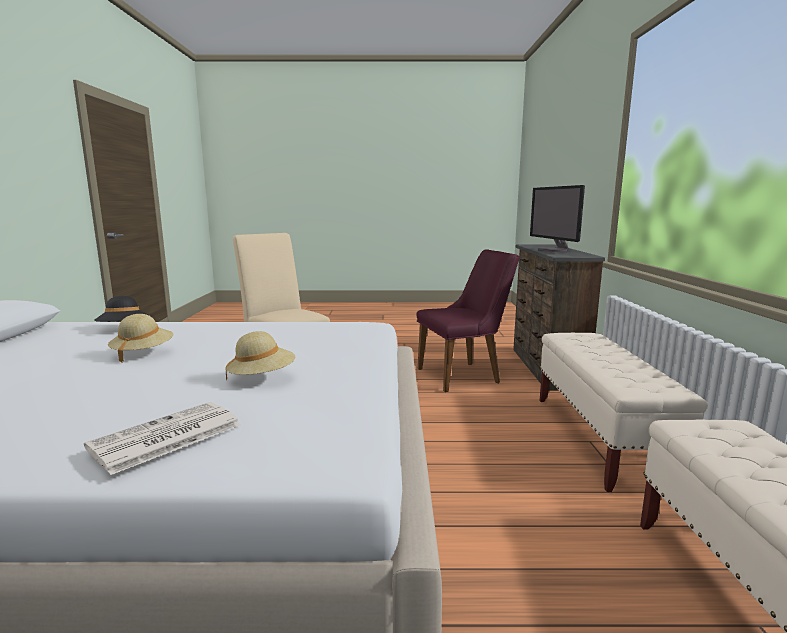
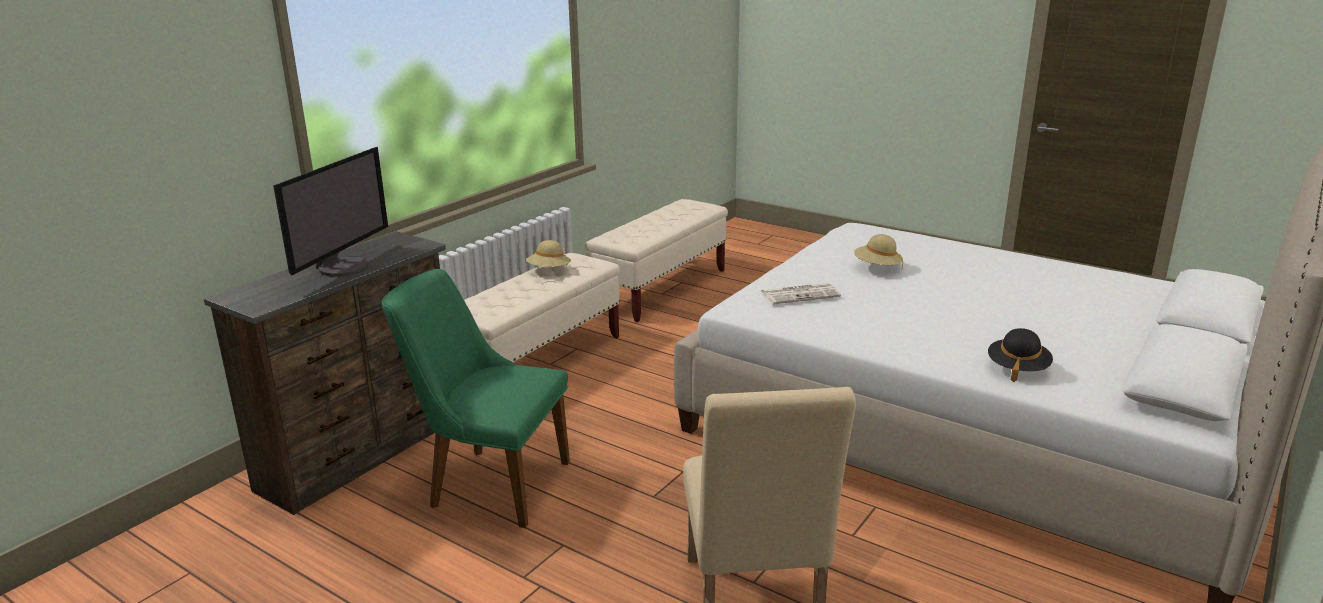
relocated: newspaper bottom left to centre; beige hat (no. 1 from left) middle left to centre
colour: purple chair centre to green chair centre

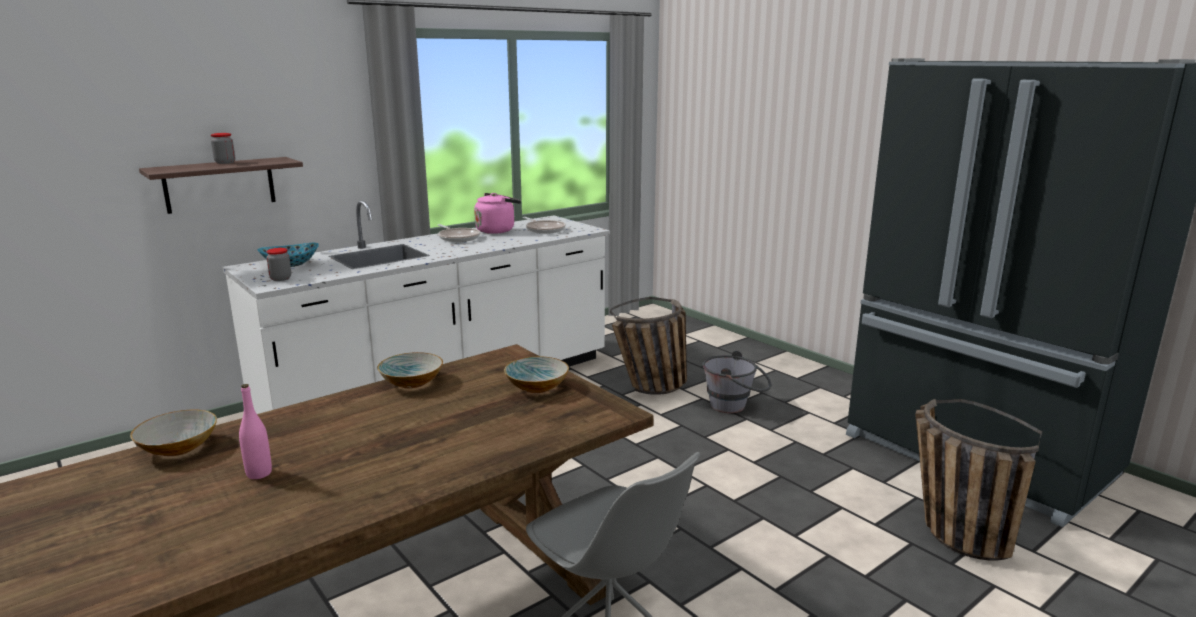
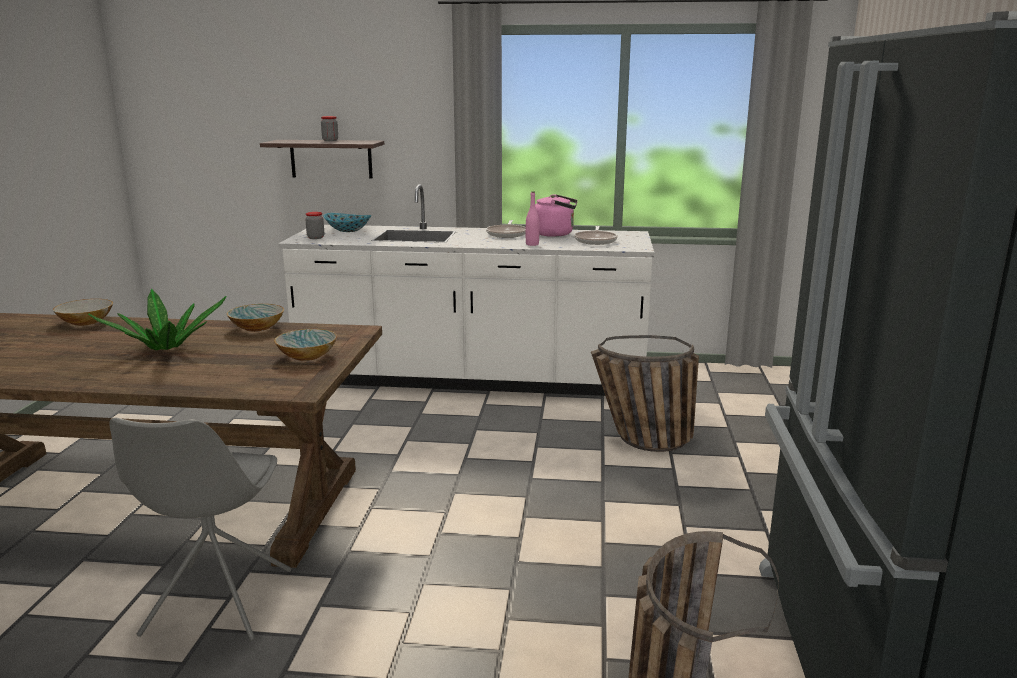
missing: grey bucket centre
appeared: potted plant middle left
relocated: pink bottle bottom left to top centre

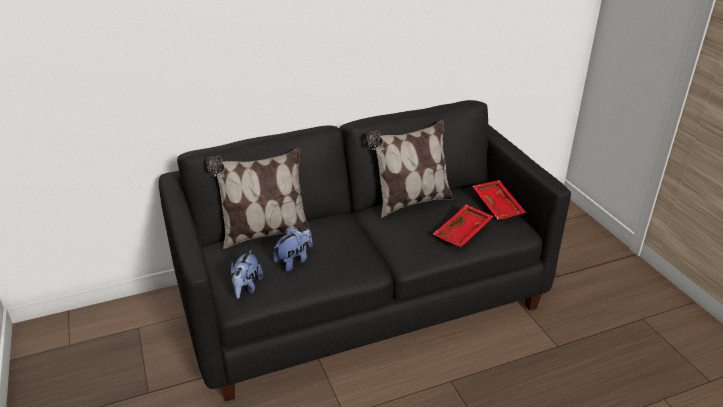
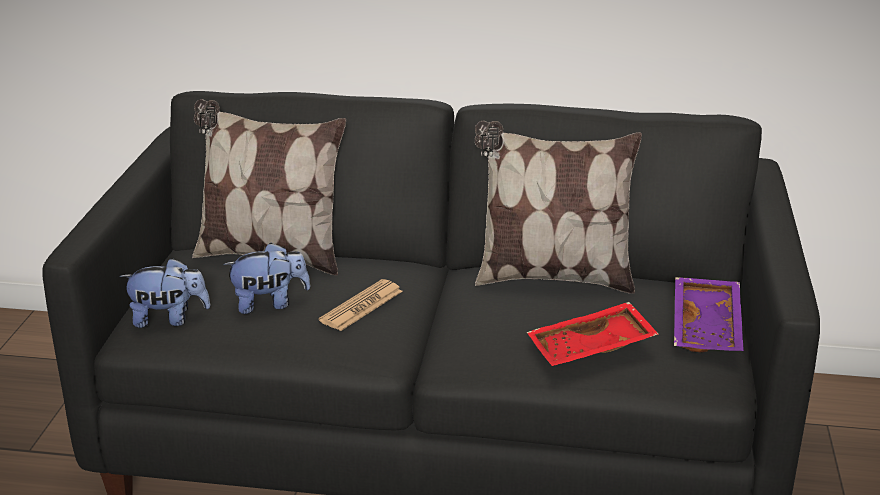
appeared: newspaper centre
colour: red tray (no. 2 from left) middle right to purple tray middle right
spun: plush toy (no. 1 from left) bottom centre = middle left 135 degrees counterclockwise

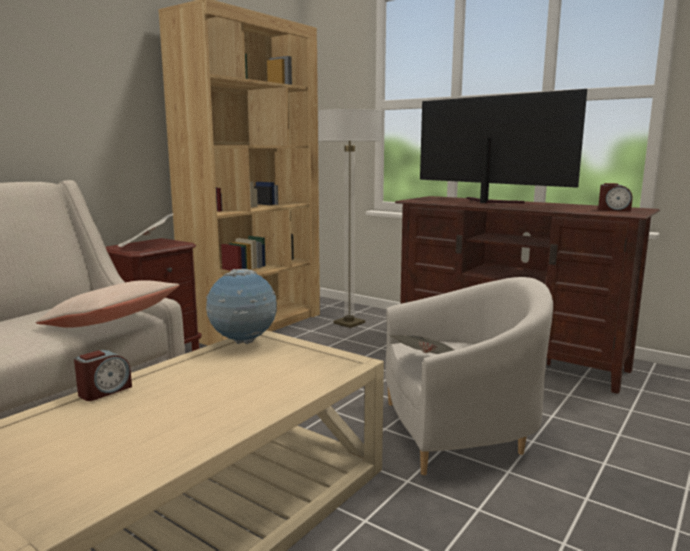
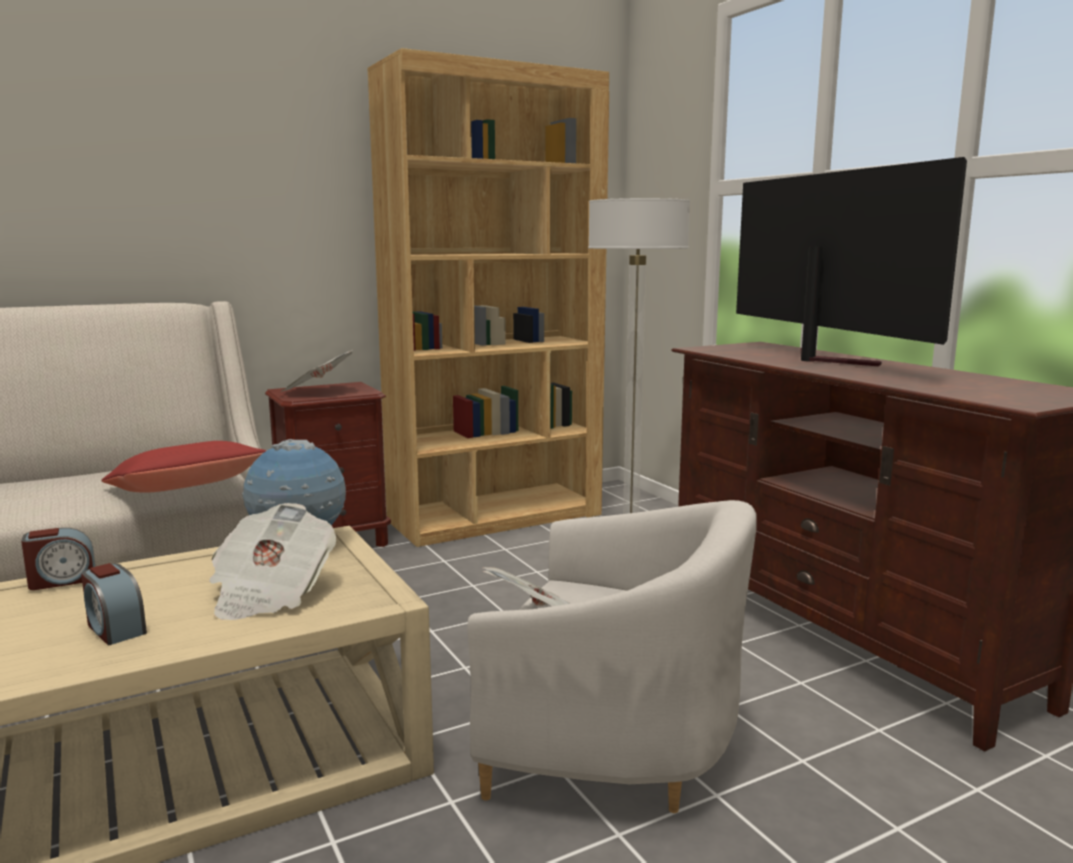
appeared: newspaper (no. 1 from left) middle left
relocated: alarm clock (no. 2 from left) middle right to bottom left
colour: beige pillow middle left to red pillow middle left

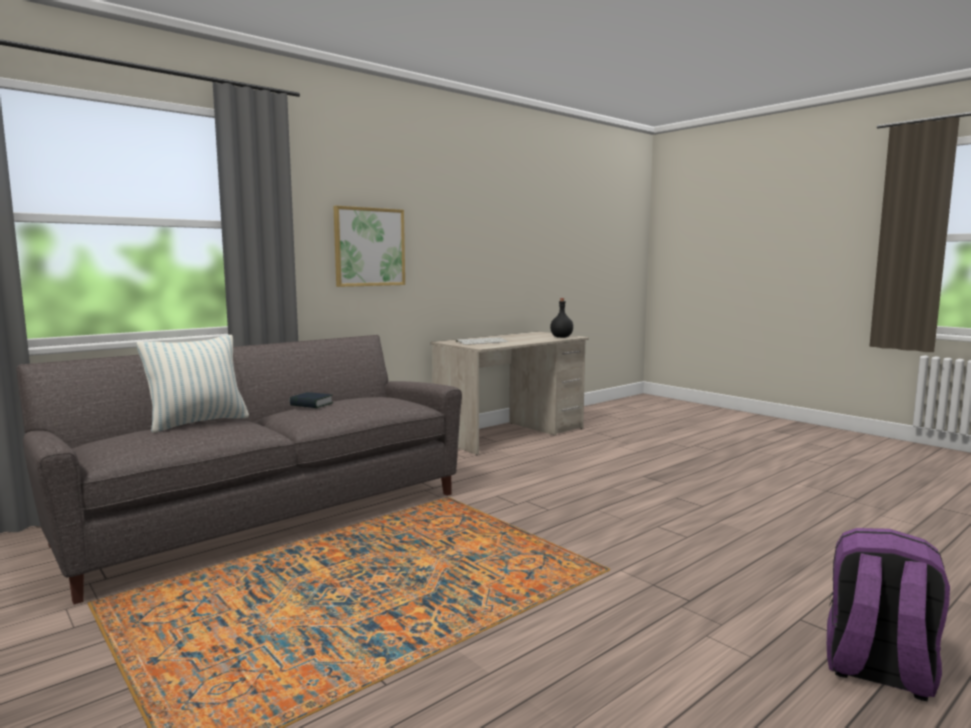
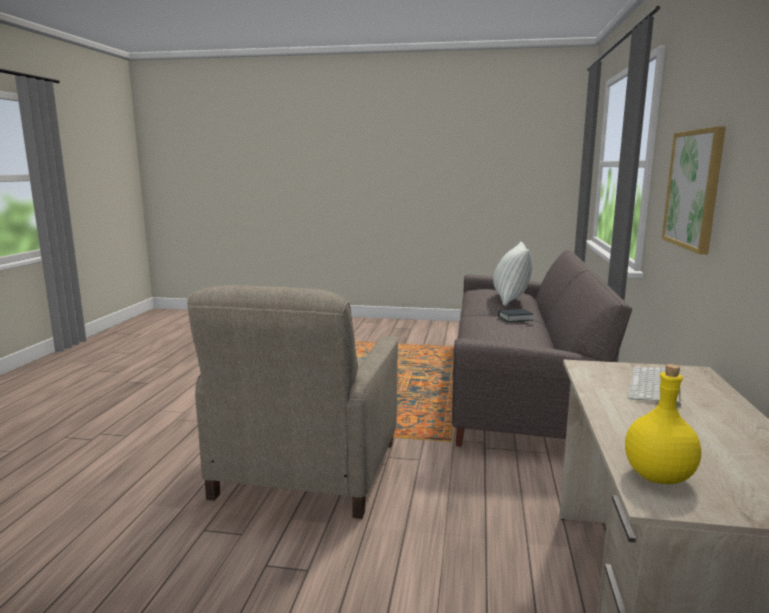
missing: purple backpack bottom right
appeared: beige armchair centre
colour: black bottle centre to yellow bottle bottom right

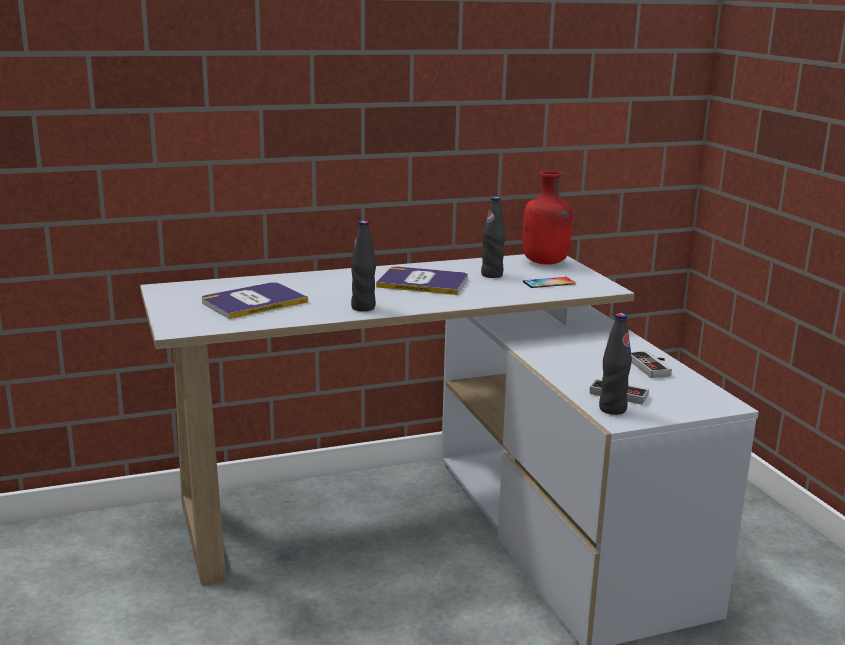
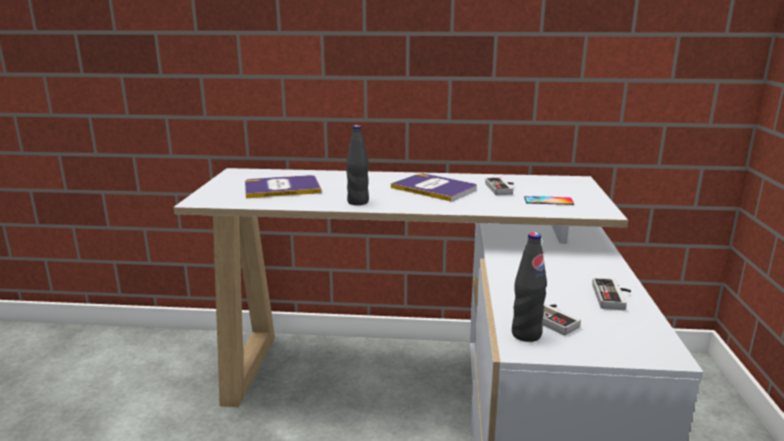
missing: red bottle centre
exchanged: black bottle (no. 2 from left) centre to game controller (no. 1 from left) centre

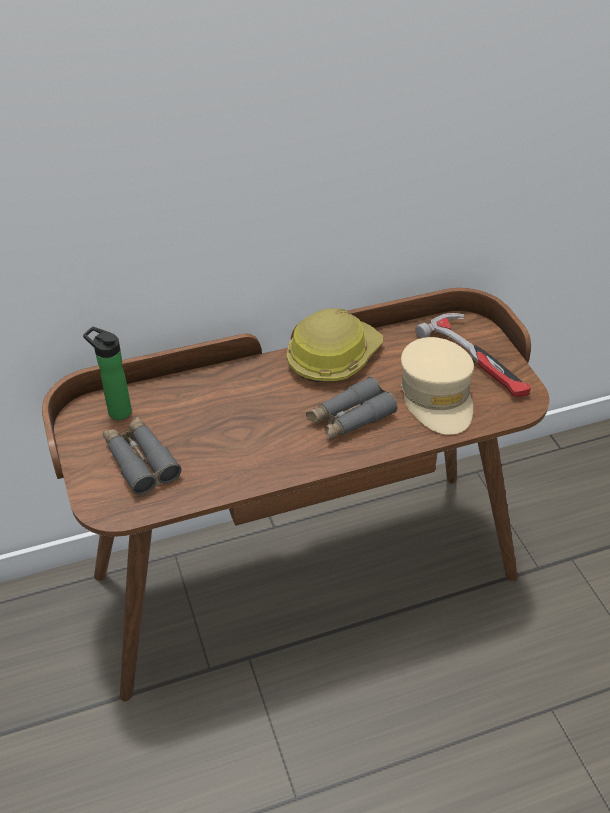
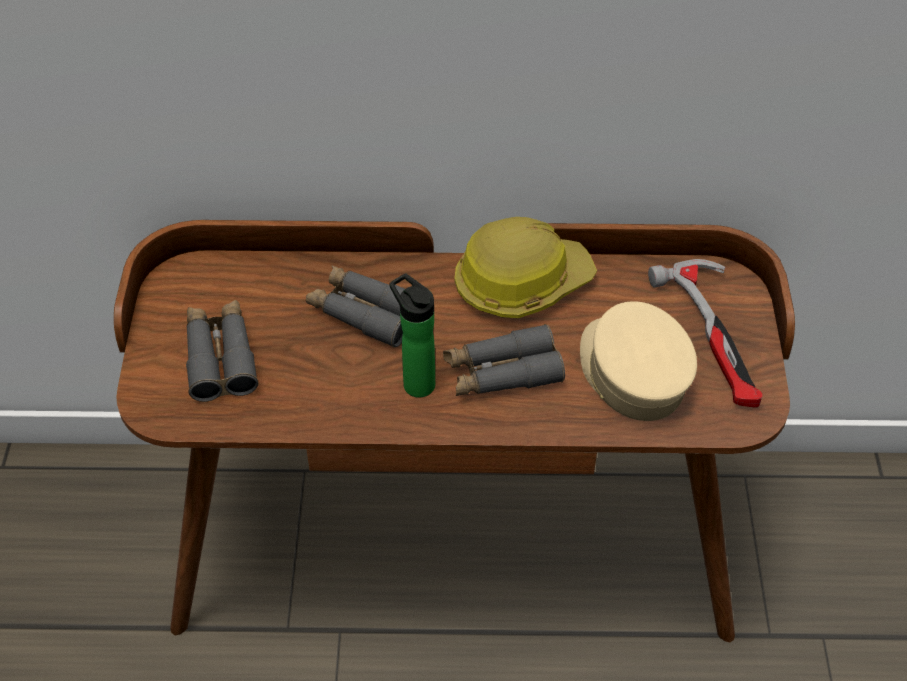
appeared: grey binoculars (no. 2 from left) centre
relocated: bottle middle left to centre
spun: beige cap middle right = middle right 150 degrees clockwise

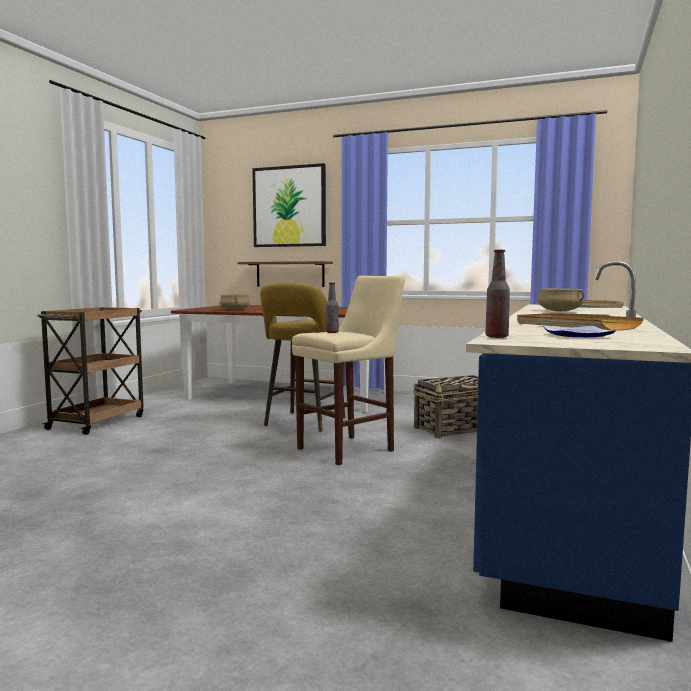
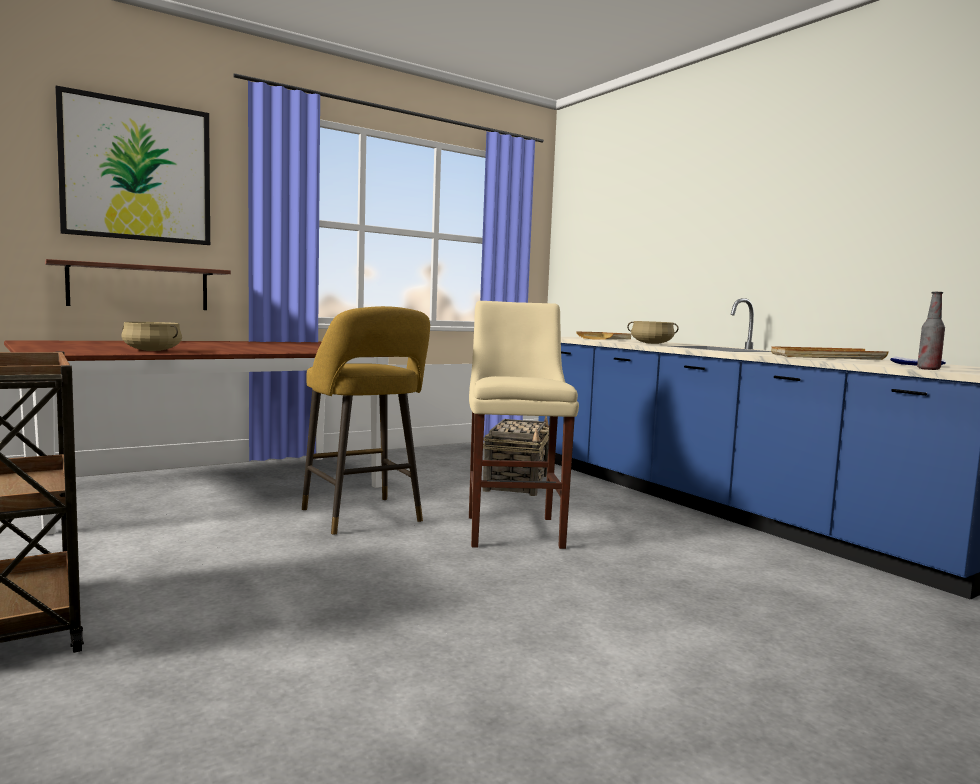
missing: bottle (no. 1 from left) centre

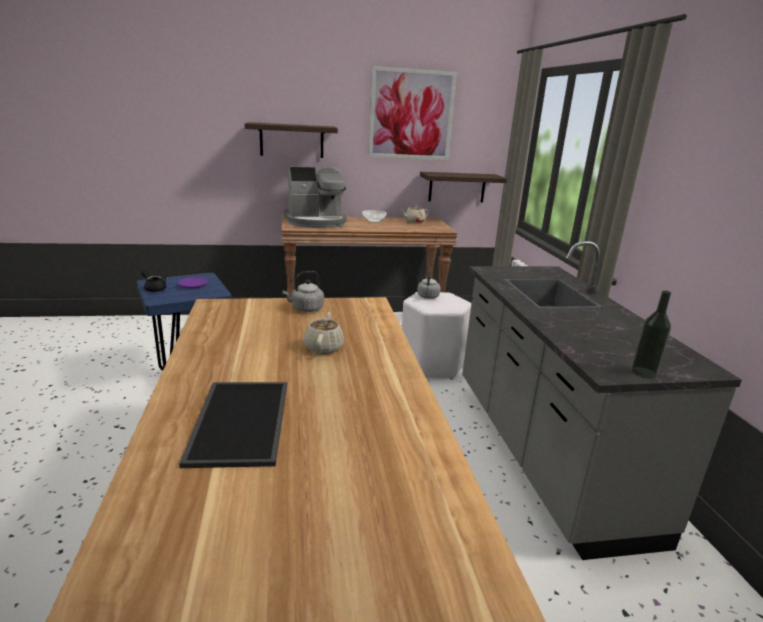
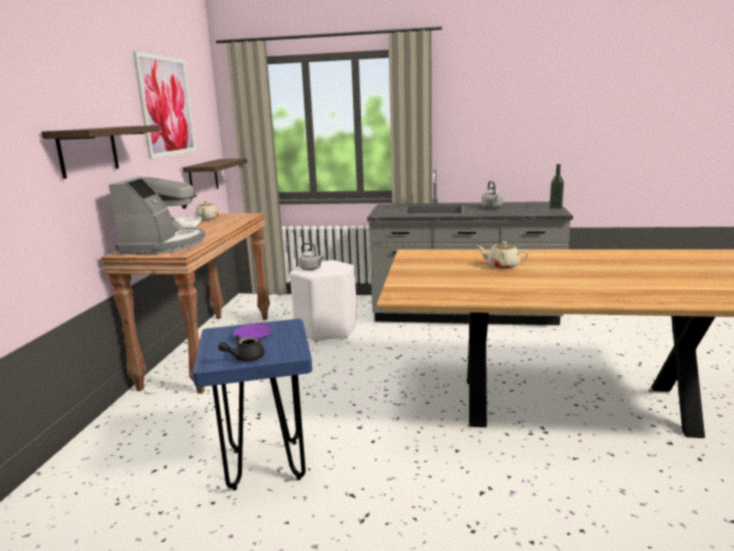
missing: tray bottom left
relocated: grey kettle (no. 1 from left in the first image) centre to grey kettle (no. 2 from left) middle right

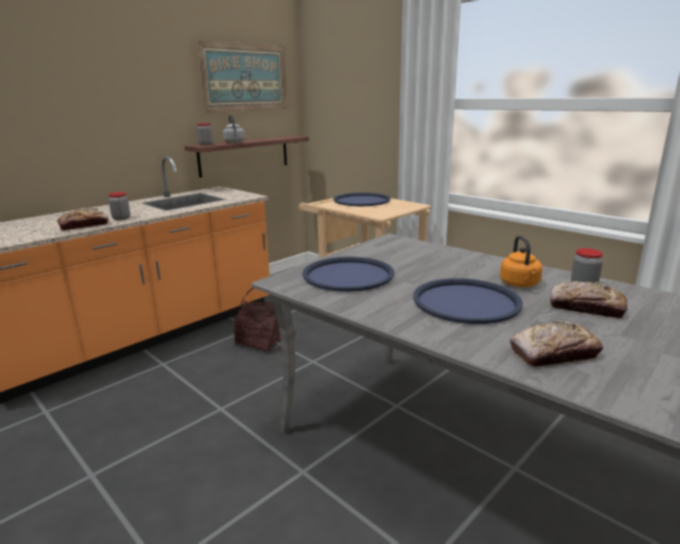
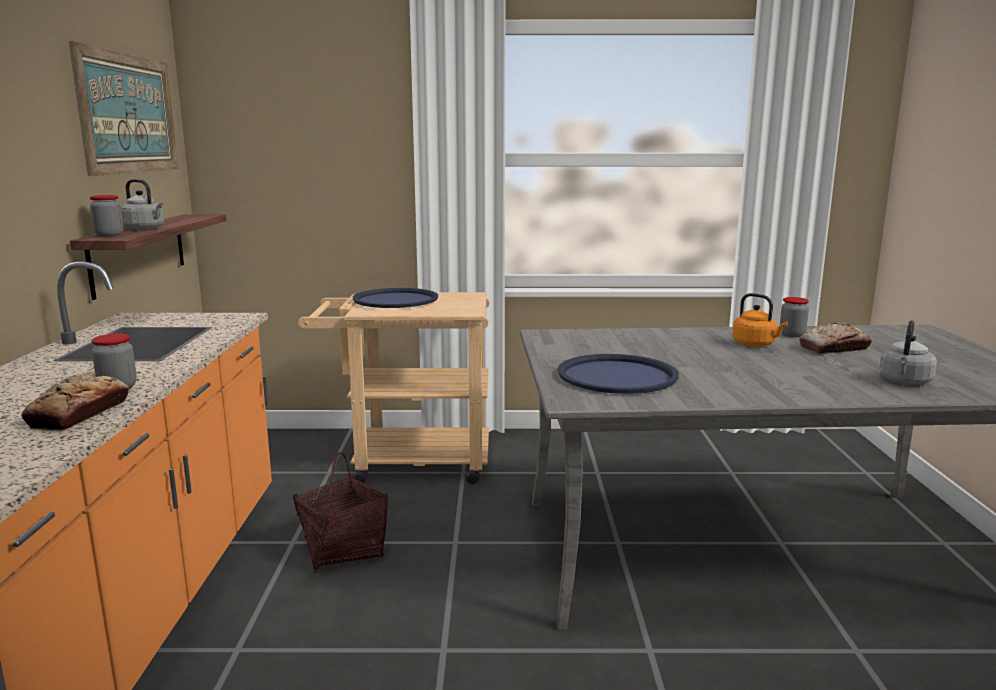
missing: blue tray (no. 3 from left) middle right
exchanged: bread (no. 2 from left) middle right to grey kettle (no. 2 from left) middle right

